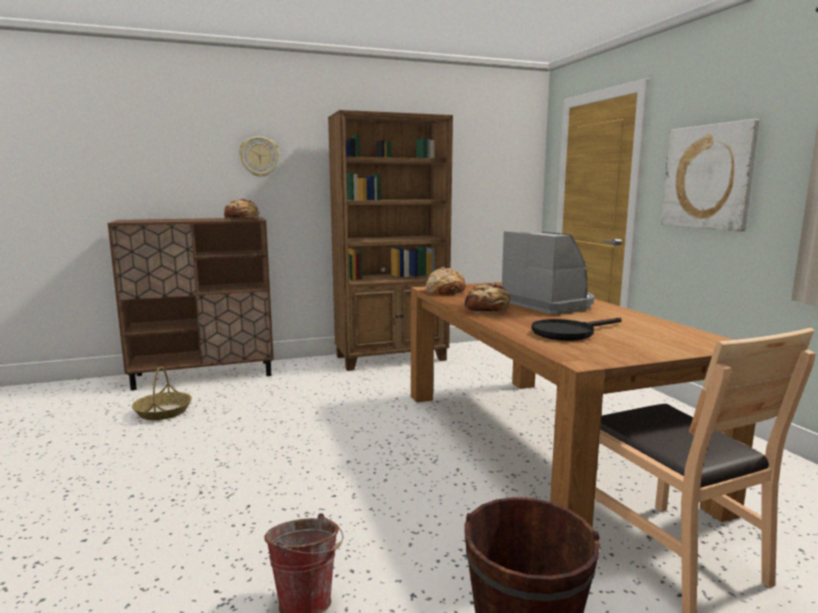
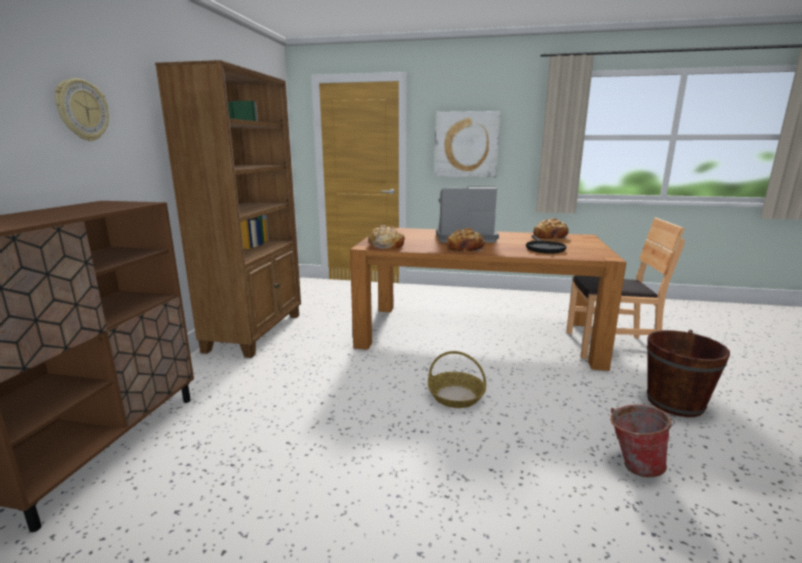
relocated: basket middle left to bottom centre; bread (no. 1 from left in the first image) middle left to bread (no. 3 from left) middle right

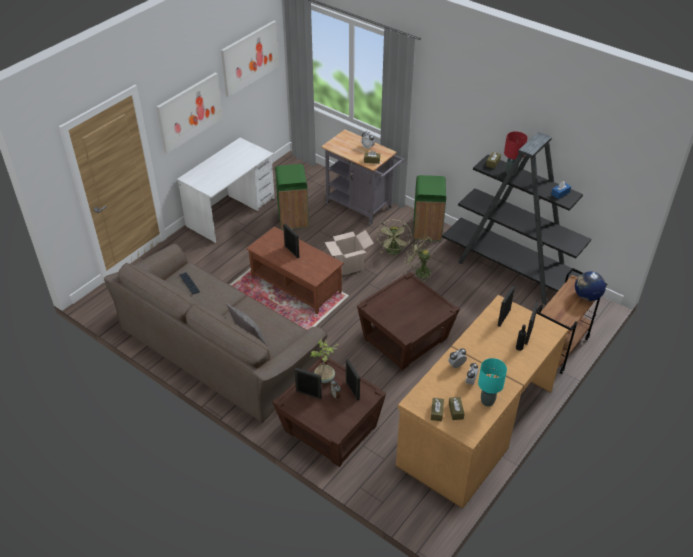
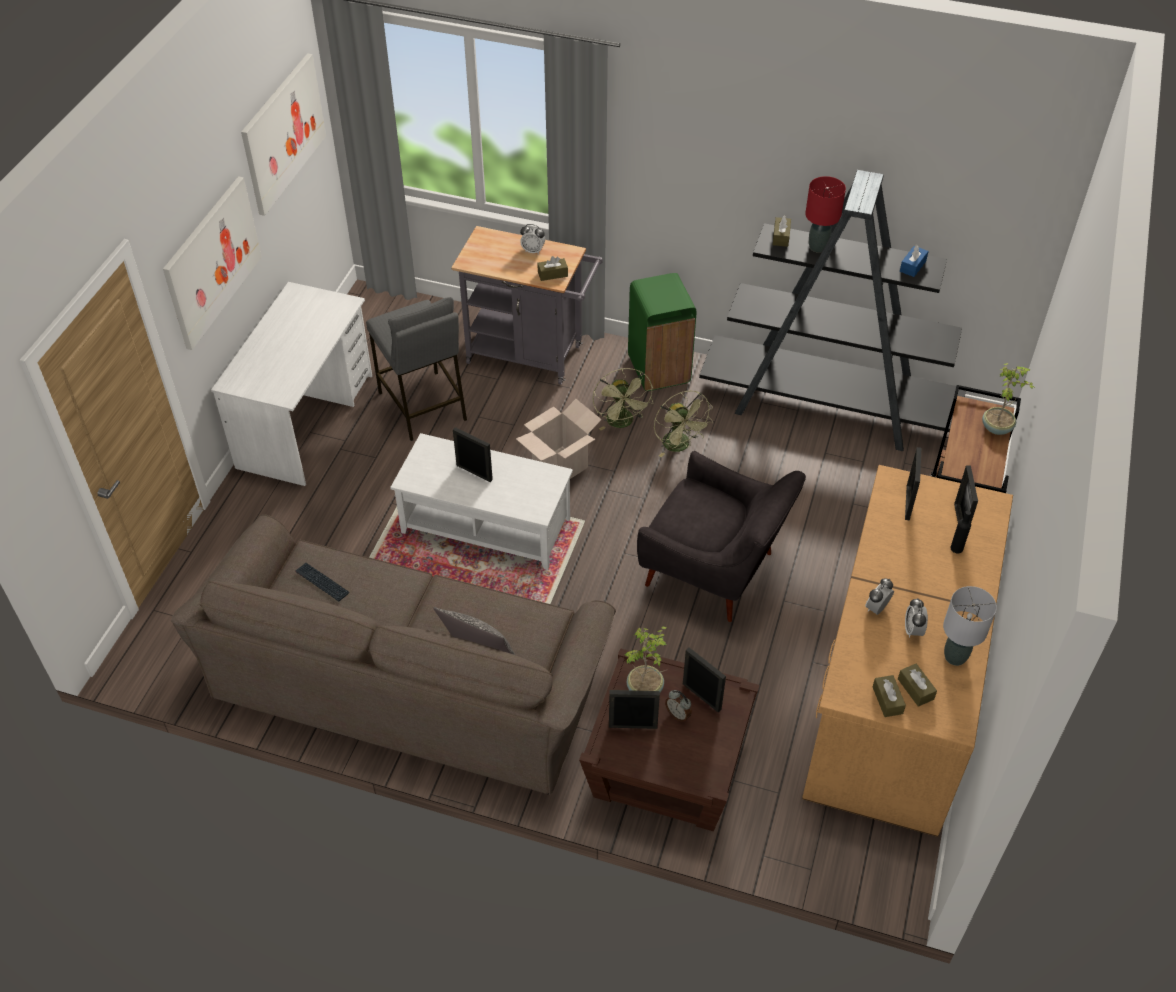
exchanged: green trash can (no. 1 from left) centre to grey stool centre; brown side table (no. 2 from left) centre to grey armchair centre; globe middle right to potted plant (no. 2 from left) middle right
colour: brown coffee table centre to white coffee table centre; turquoise table lamp bottom right to grey table lamp middle right
spun: green fan (no. 2 from left) centre = centre 135 degrees counterclockwise

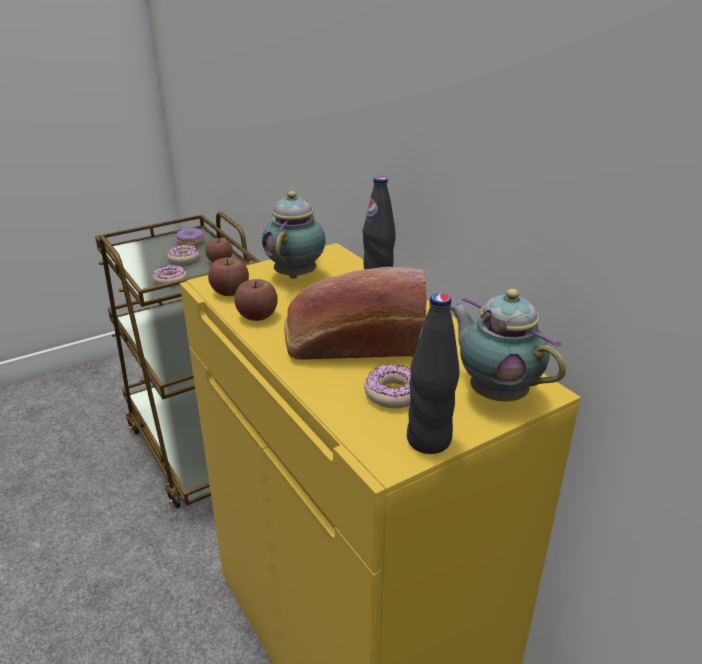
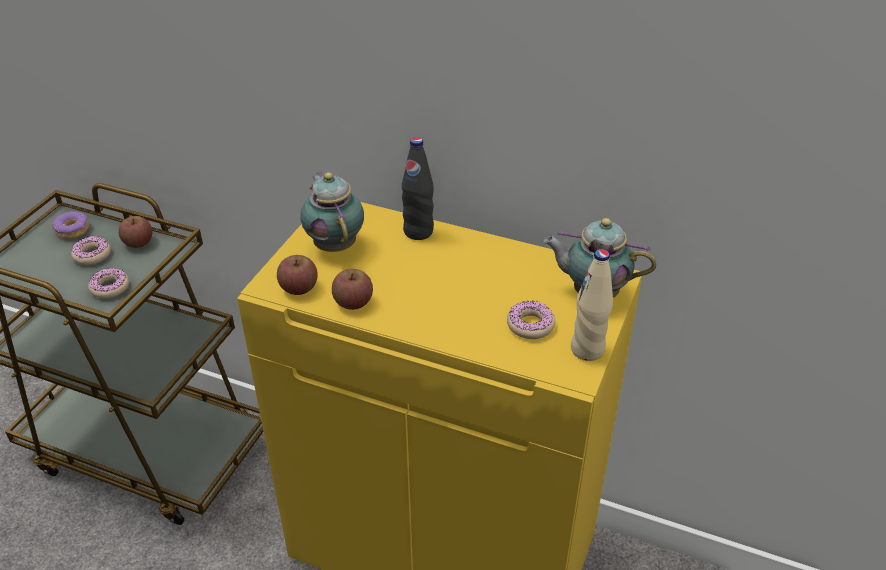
missing: bread centre
colour: black bottle (no. 2 from left) centre to beige bottle middle right

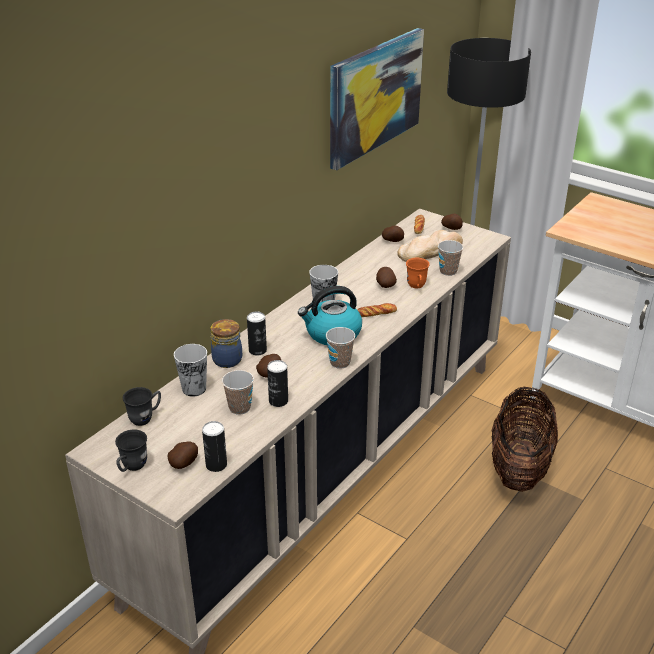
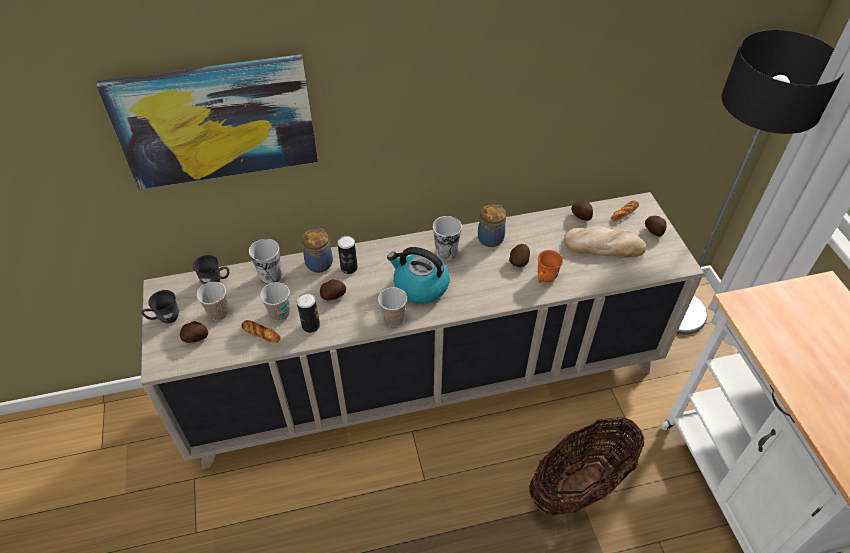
missing: can (no. 1 from left) bottom left
appeared: jar (no. 2 from left) centre
relocated: picture top centre to top left; bread (no. 1 from left) centre to middle left; cup (no. 5 from left in the first image) middle right to cup (no. 1 from left) middle left

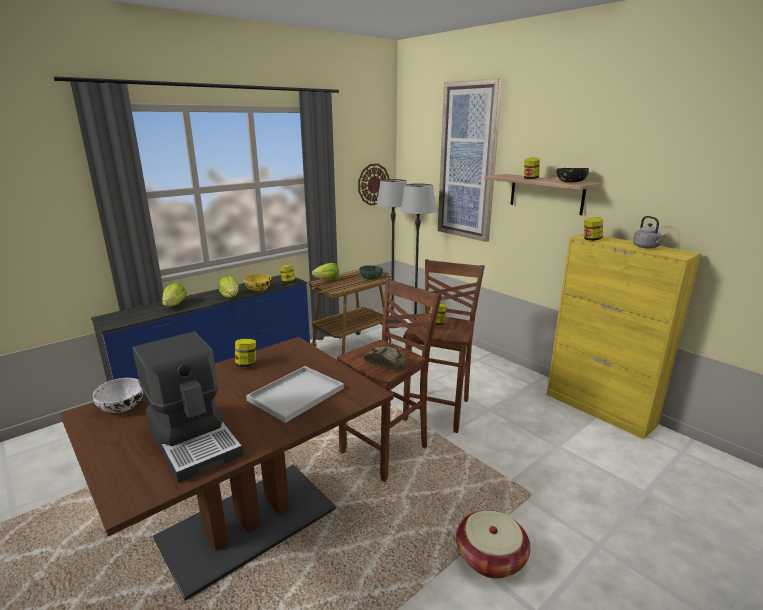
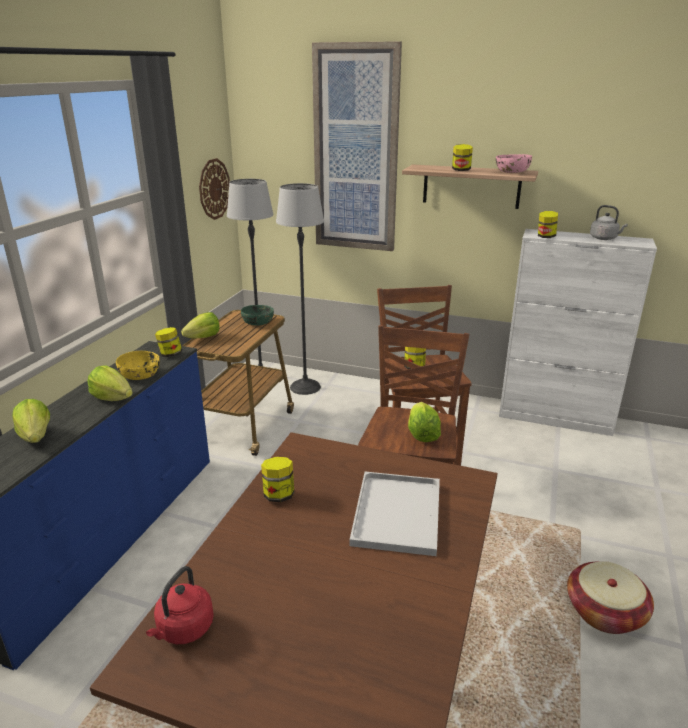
missing: coffee machine bottom left
exchanged: white bowl middle left to red kettle bottom left; bread centre to lettuce (no. 4 from left) centre
colour: yellow cabinet middle right to white cabinet middle right; black bowl top right to pink bowl top right

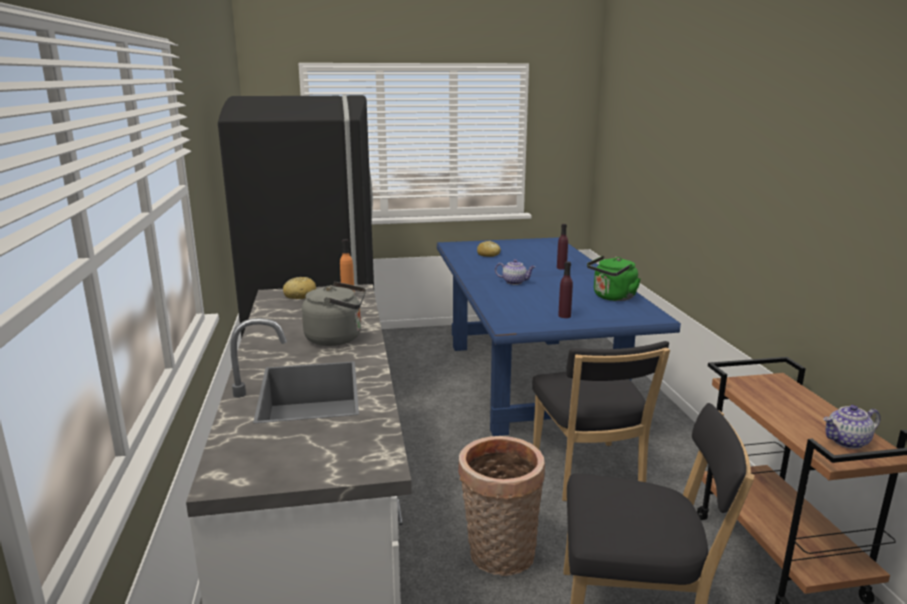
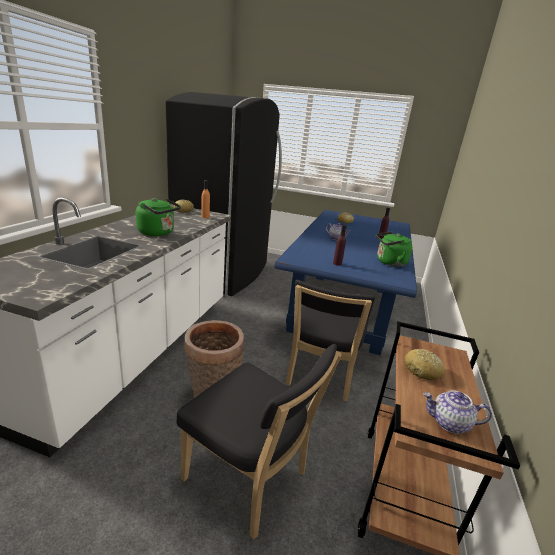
appeared: bread (no. 3 from left) middle right
colour: grey kettle centre to green kettle (no. 1 from left) middle left

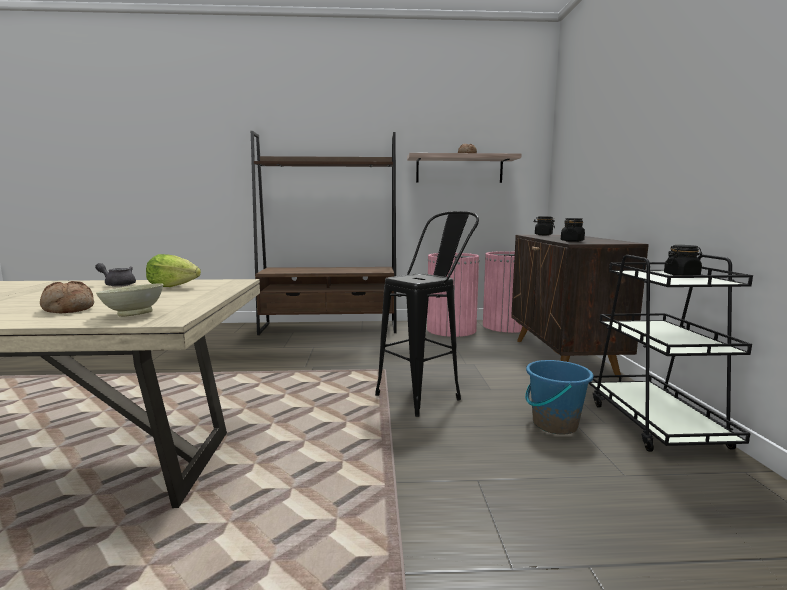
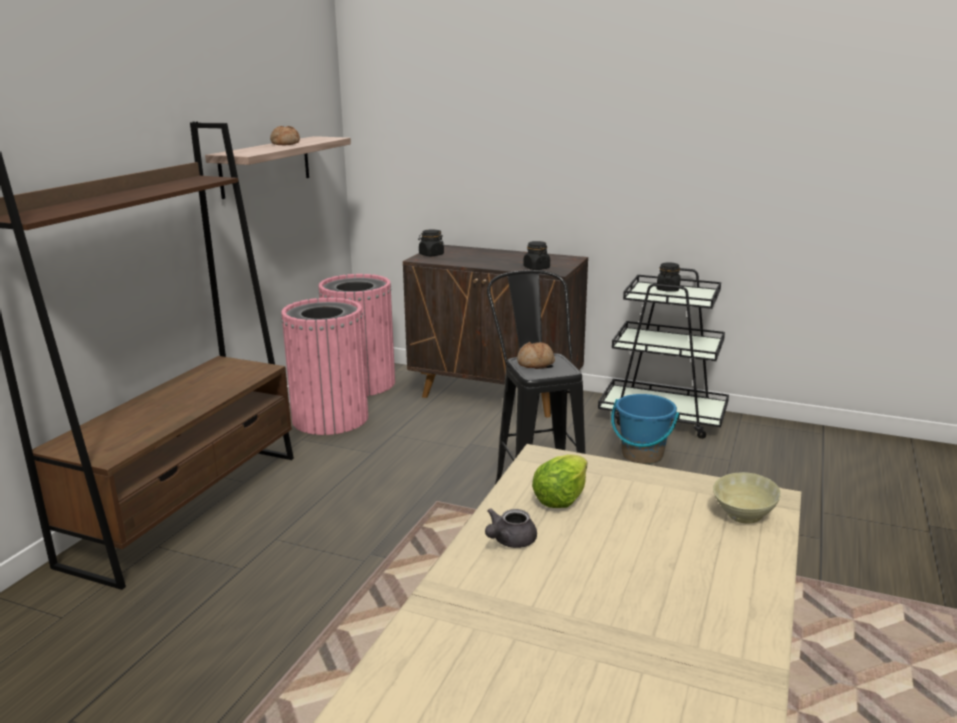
relocated: bread (no. 1 from left in the first image) middle left to bread (no. 2 from left) centre

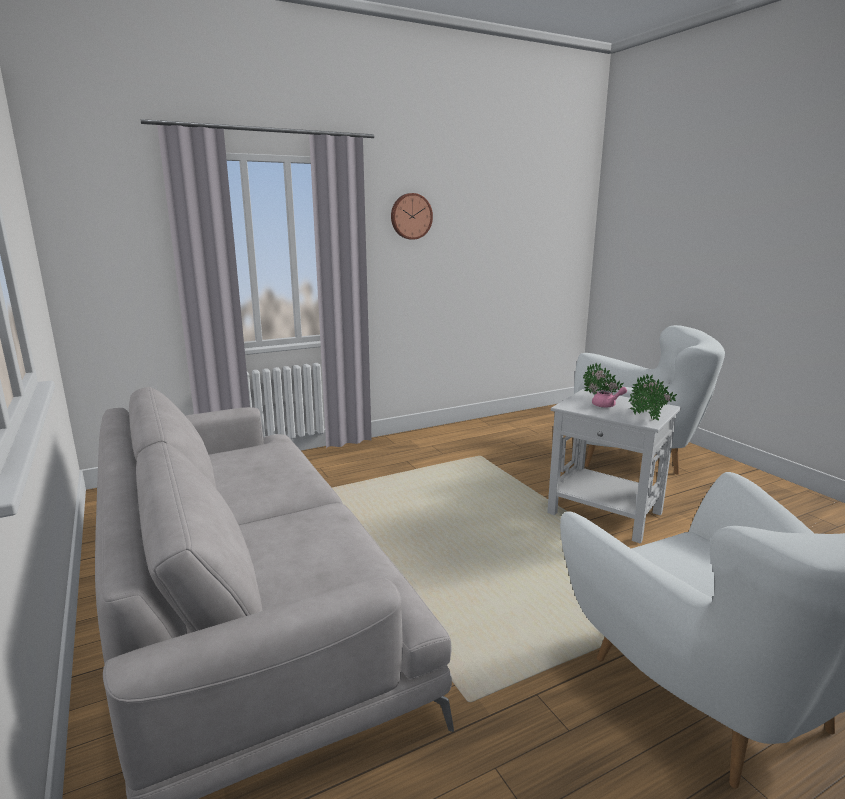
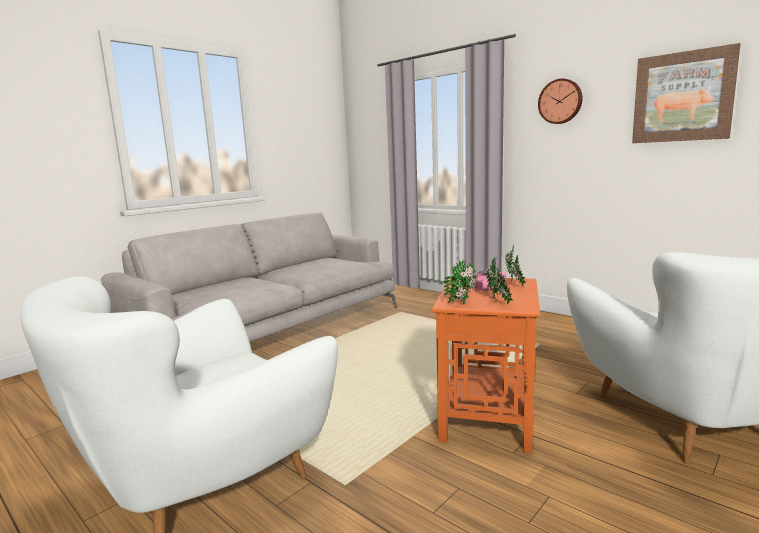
appeared: picture top right
colour: white side table middle right to orange side table bottom centre

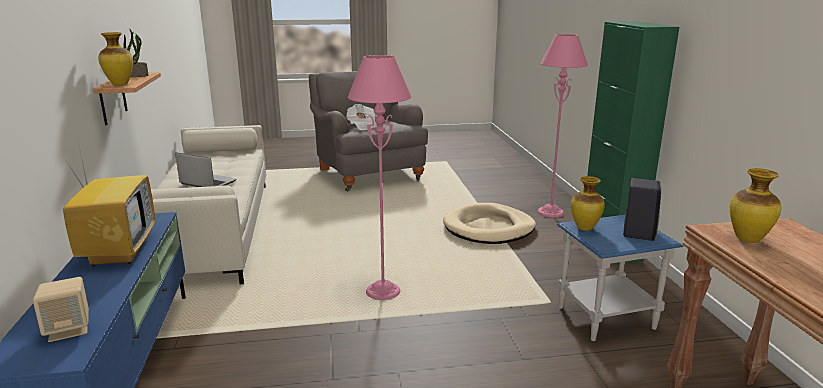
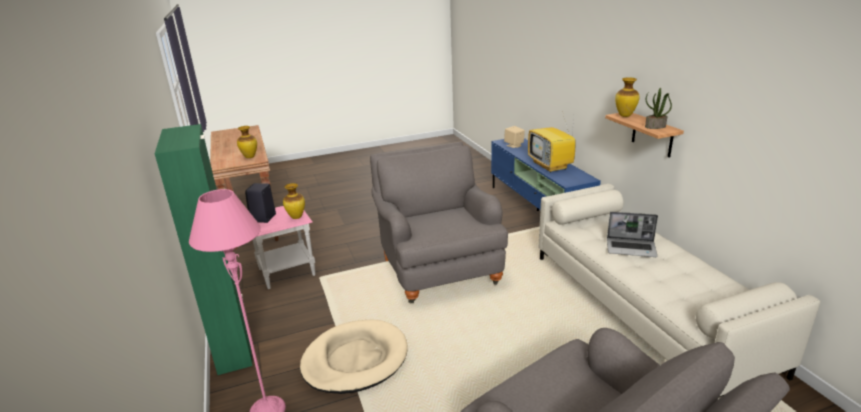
missing: newspaper top centre
exchanged: pink floor lamp (no. 1 from left) centre to grey armchair (no. 1 from left) centre
colour: blue side table bottom right to pink side table middle left

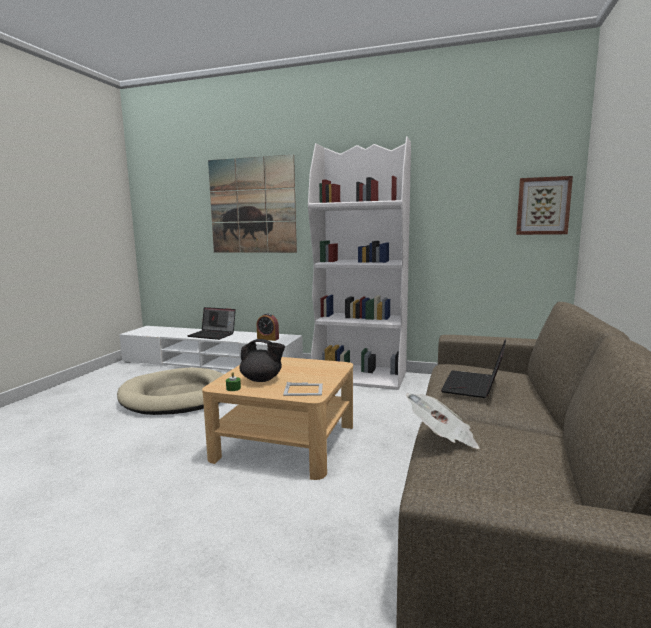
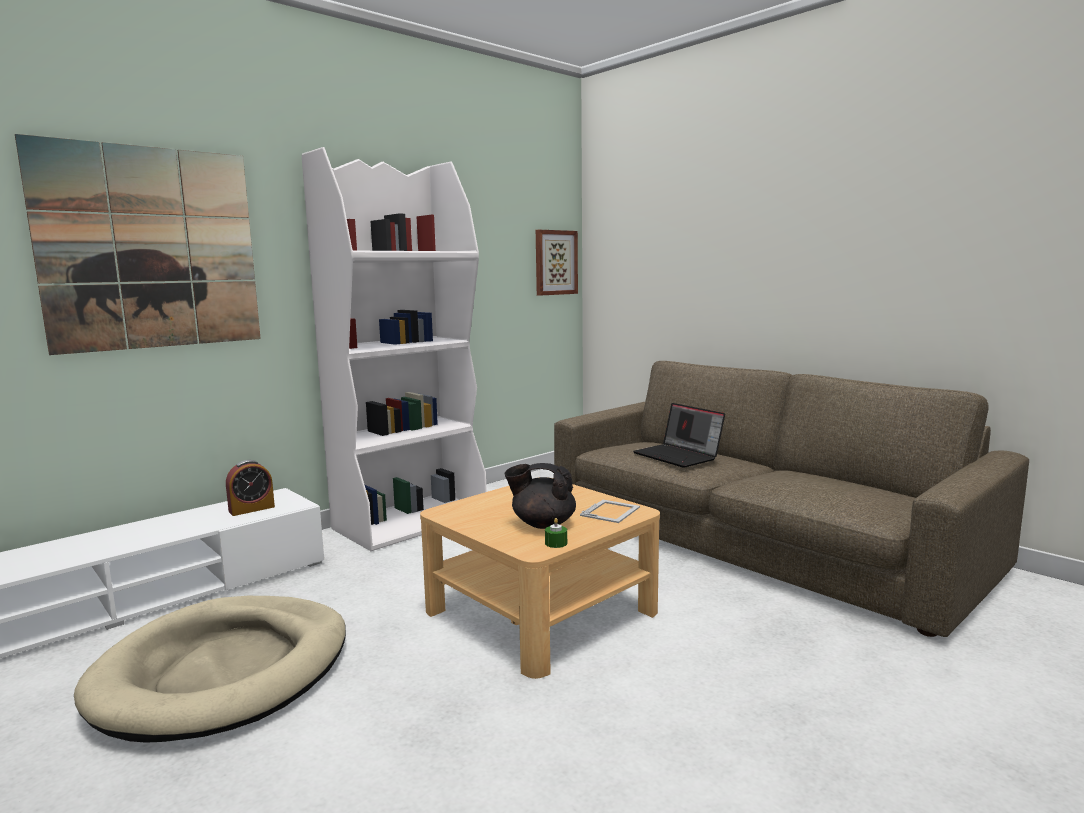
missing: laptop (no. 1 from left) middle left; newspaper bottom right
spun: black teapot centre = centre 120 degrees counterclockwise

